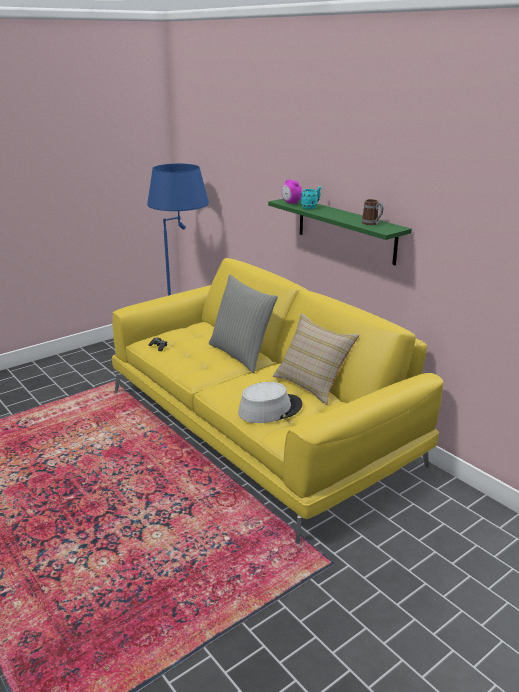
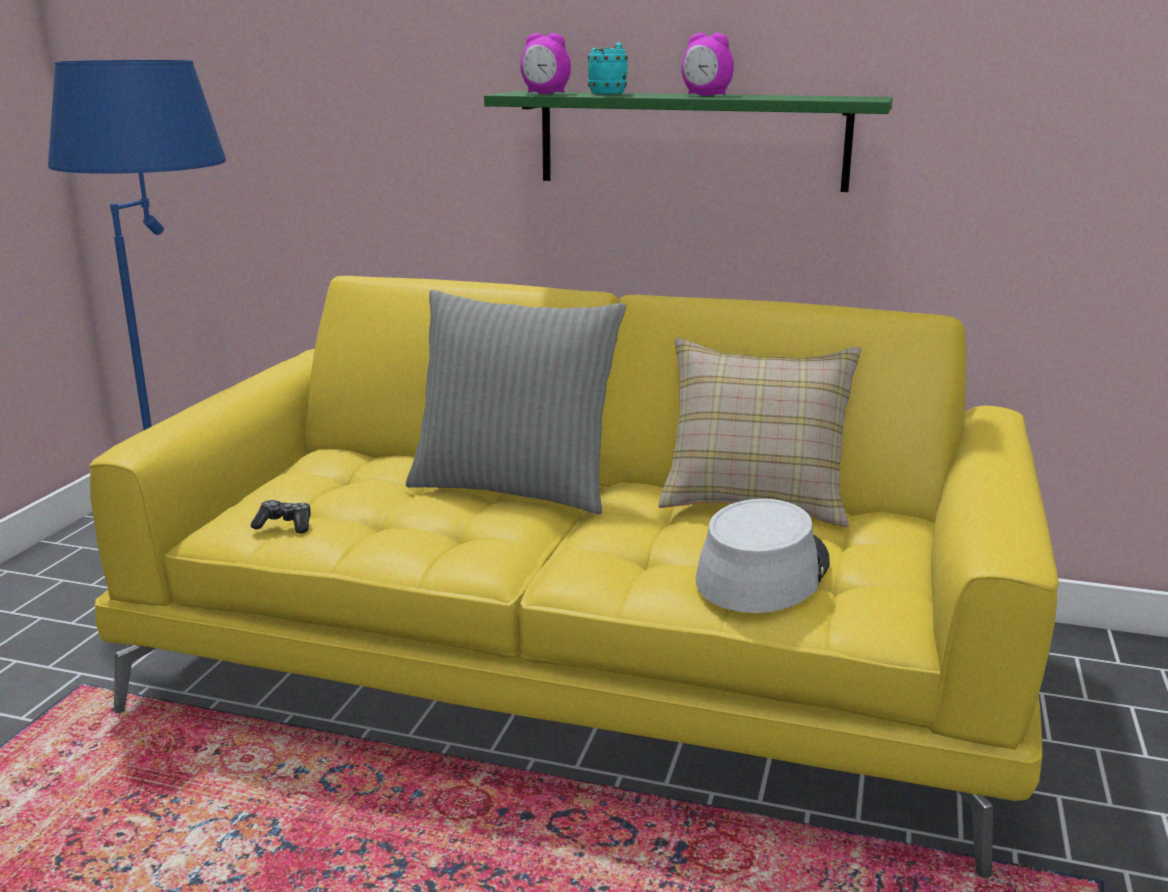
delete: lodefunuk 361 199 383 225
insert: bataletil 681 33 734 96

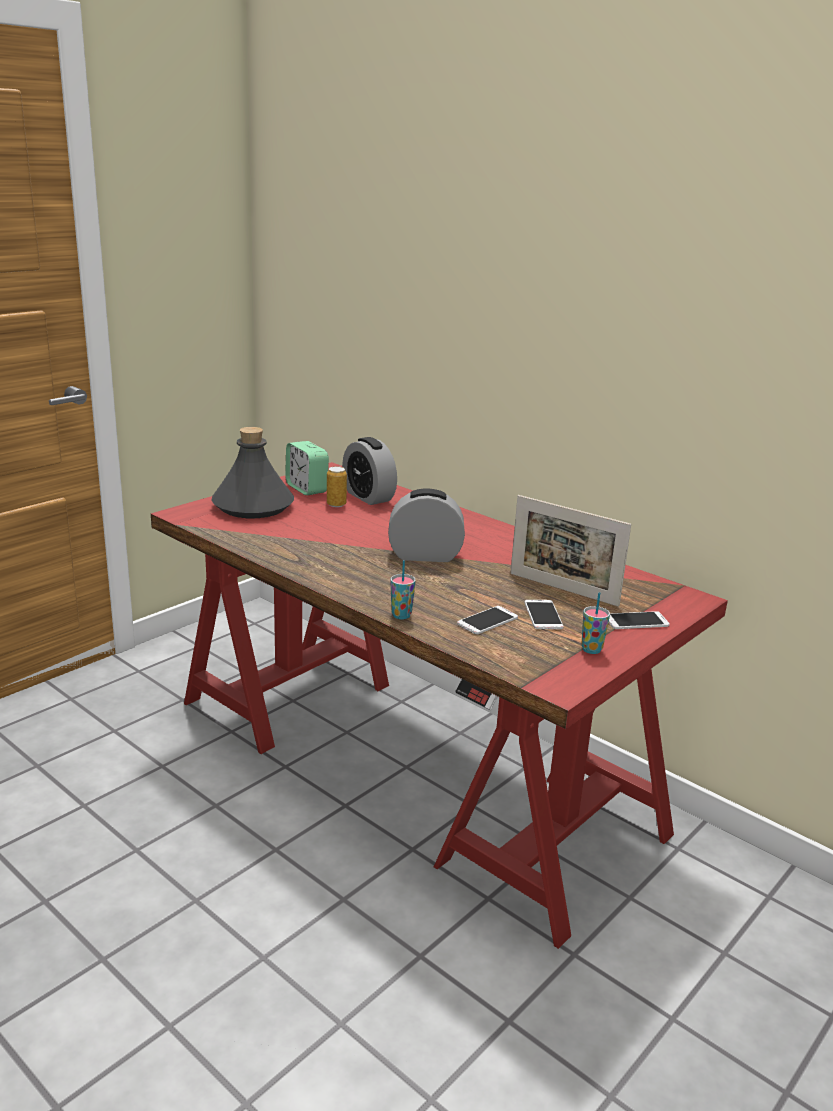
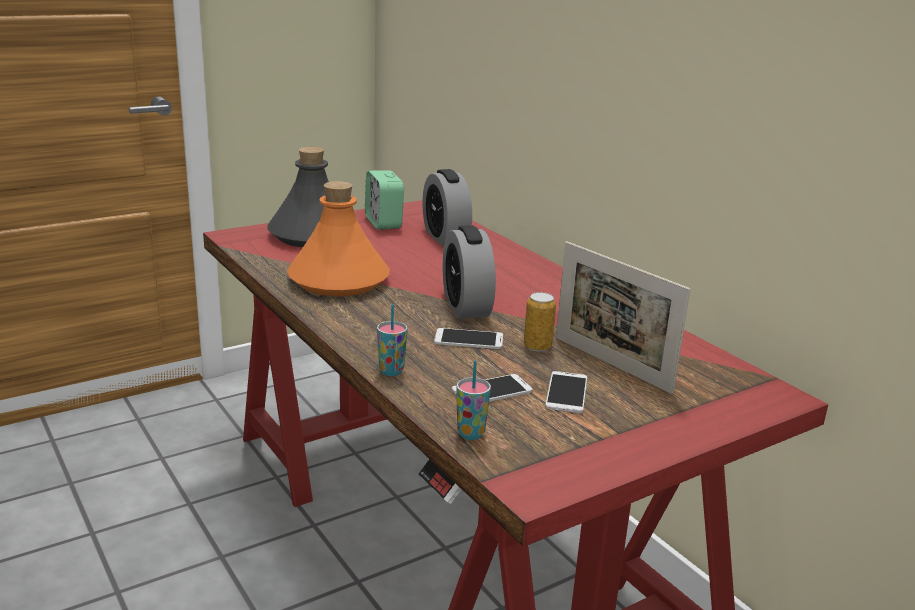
insert: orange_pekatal 287 181 390 296
move: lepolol 327 466 347 507 to 524 292 556 352; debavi 581 592 610 654 to 456 360 491 440; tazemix 608 611 670 629 to 434 328 503 349
rotate: bataletil 388 488 465 562 = 443 225 496 319 120 degrees counterclockwise

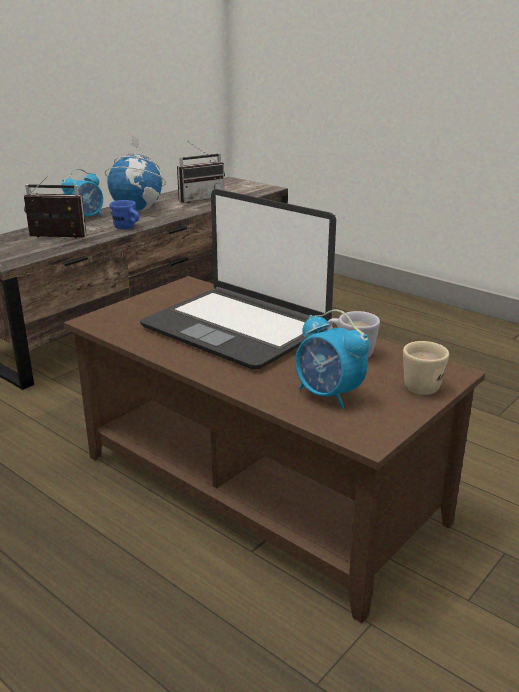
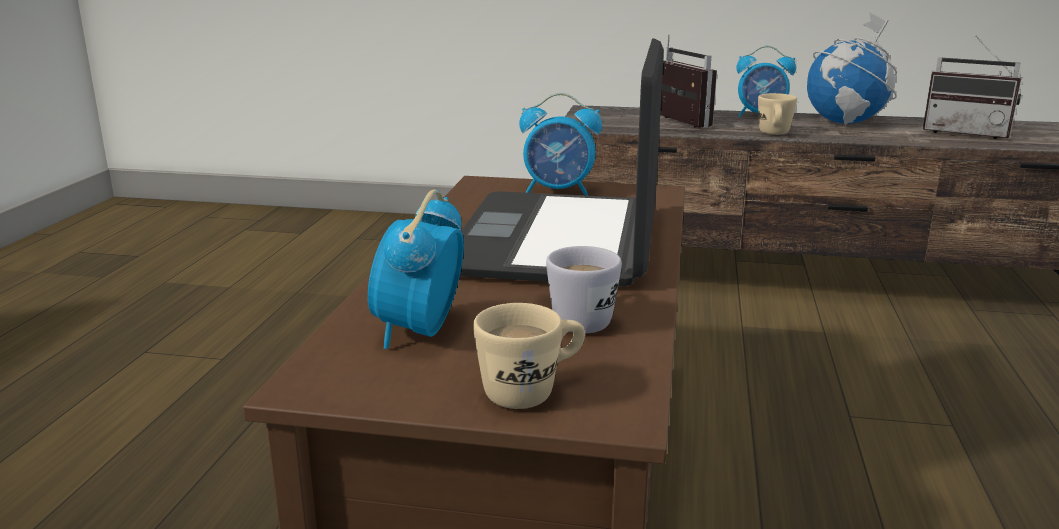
insert: bataletil 519 93 602 196
recolor: blue_lodefunuk 110 200 139 229 to beige_lodefunuk 758 93 797 135

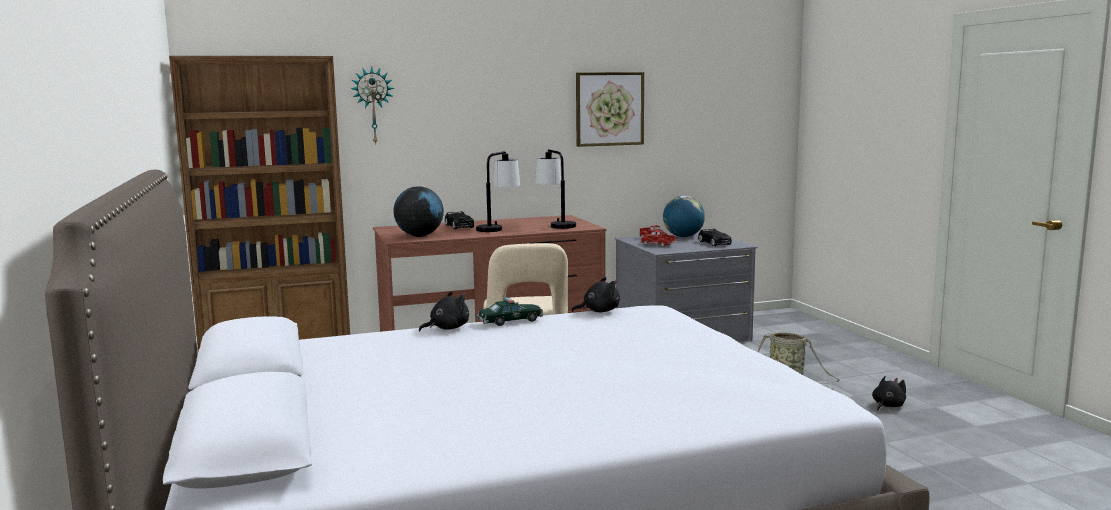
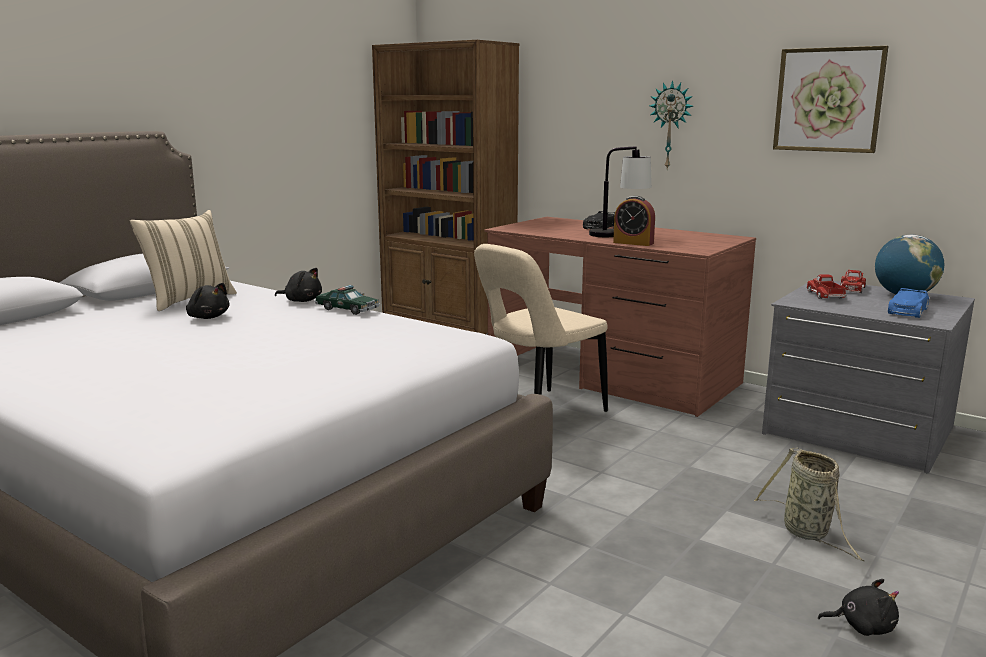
delete: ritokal 393 187 444 237; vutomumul 535 149 576 229
insert: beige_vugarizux 130 210 237 311; bataletil 613 196 655 246
move: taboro 351 66 394 145 to 649 80 693 169; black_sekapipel 571 277 620 313 to 186 283 229 319
recolor: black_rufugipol 698 229 732 246 to blue_rufugipol 888 288 929 318

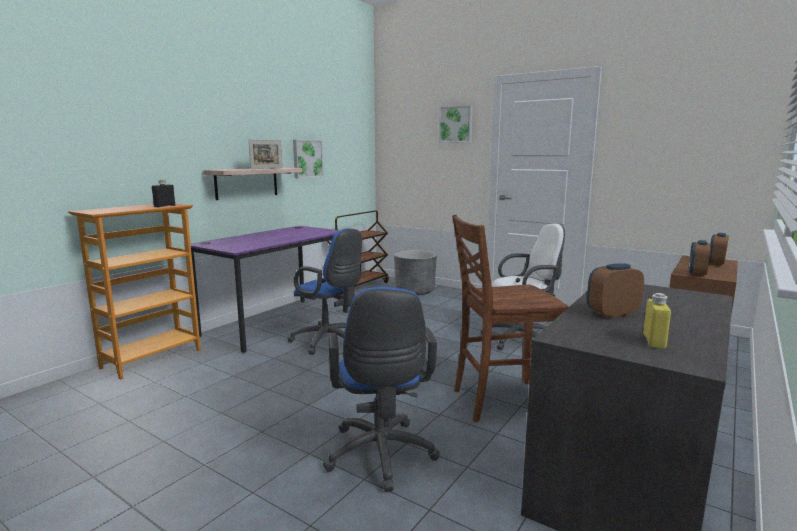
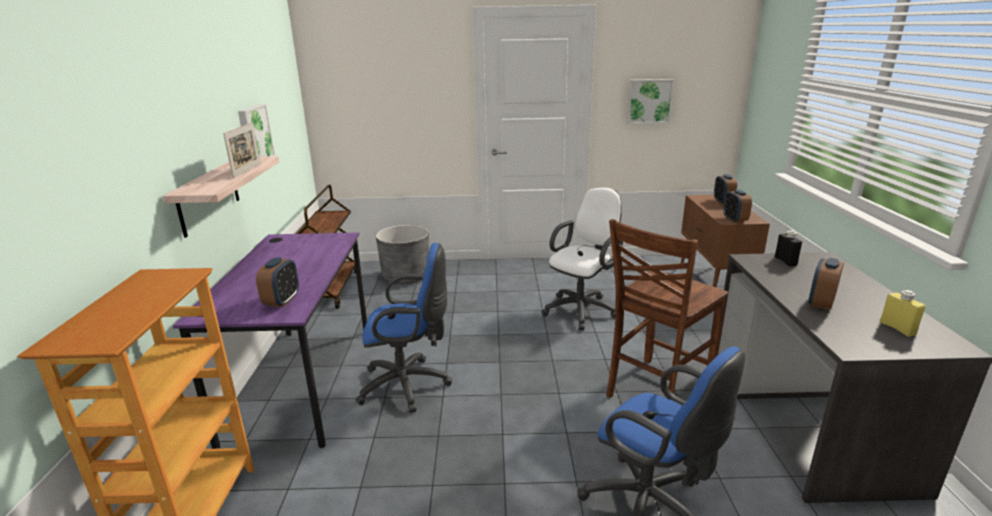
insert: bataletil 256 257 299 307
move: black_pekatal 152 179 175 207 to 775 230 802 266; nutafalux 439 105 473 143 to 627 79 674 124

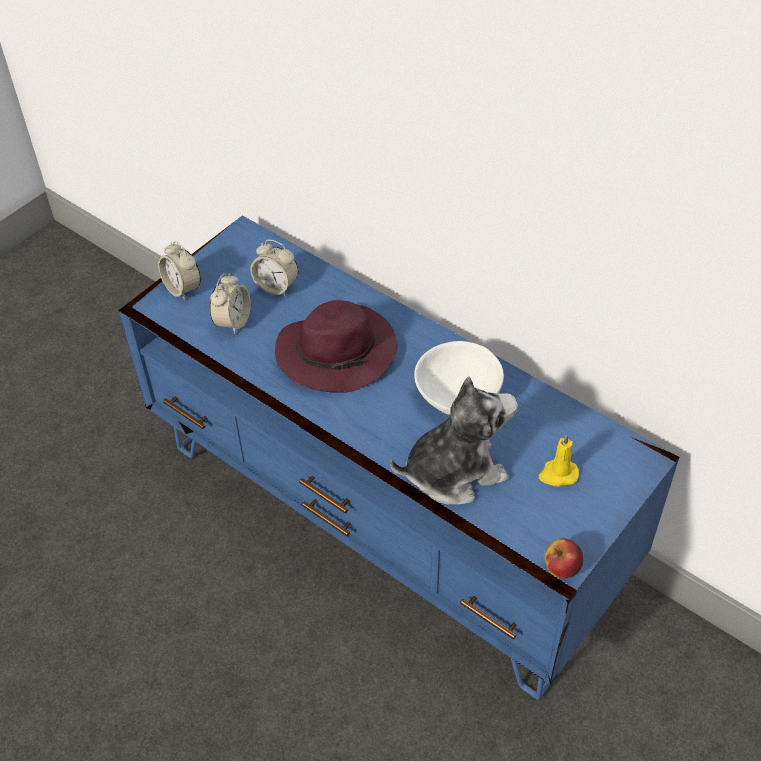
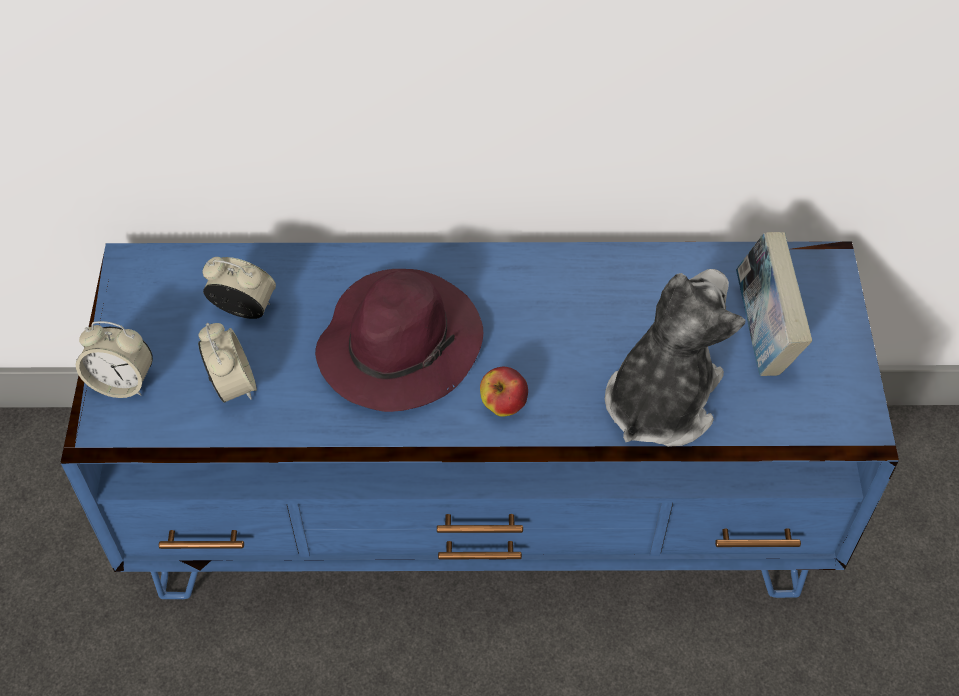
delete: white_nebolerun 414 341 504 415
move: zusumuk 545 538 583 579 to 480 367 528 417
replace: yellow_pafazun 539 434 579 487 to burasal 736 232 812 376
rotate: bataletil 250 240 299 297 = 203 257 276 319 150 degrees counterclockwise

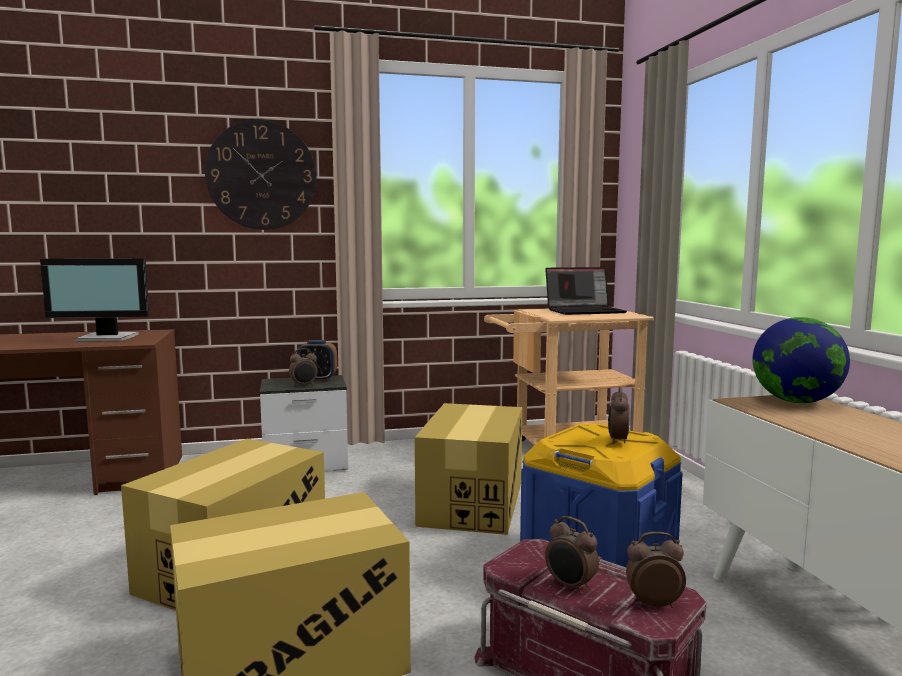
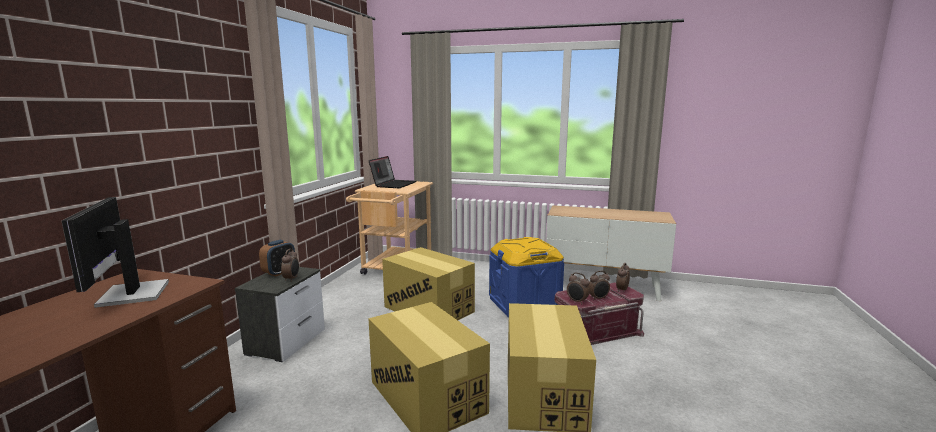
delete: taboro 205 119 317 230; ritokal 753 317 850 403
move: bataletil 608 386 630 444 to 567 273 590 304
rotate: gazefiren 40 258 149 342 = 61 197 169 308 135 degrees clockwise

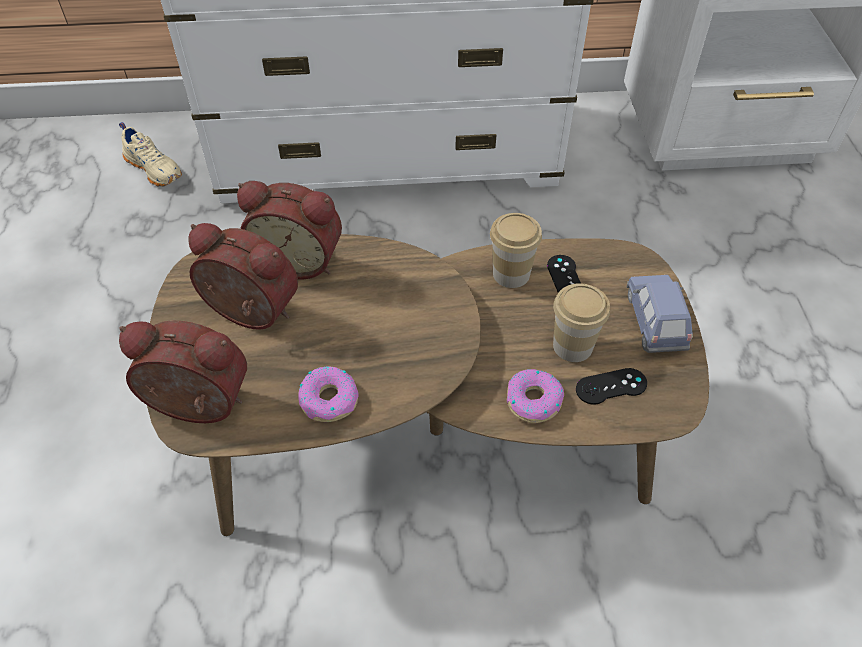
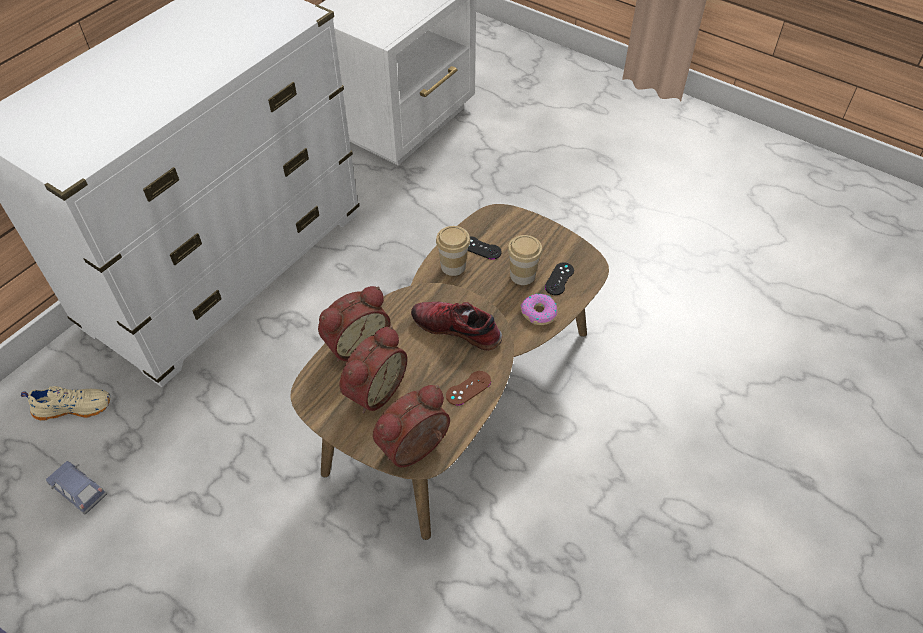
insert: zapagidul 411 302 502 351
move: blue_rufugipol 627 275 693 353 to 46 461 107 515
replace: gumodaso 298 366 359 422 to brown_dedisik 446 371 491 405
rotate: bataletil 189 223 298 330 = 340 326 407 414 150 degrees clockwise

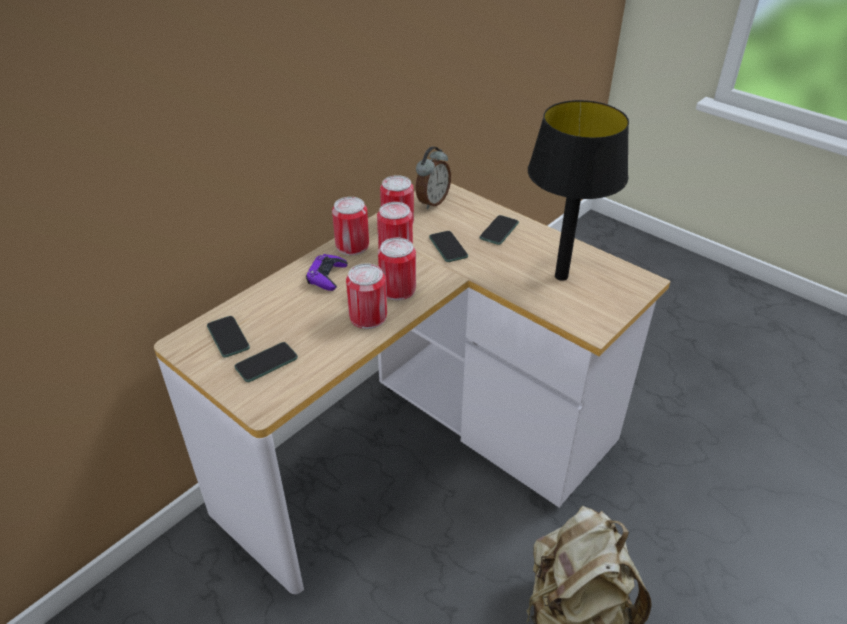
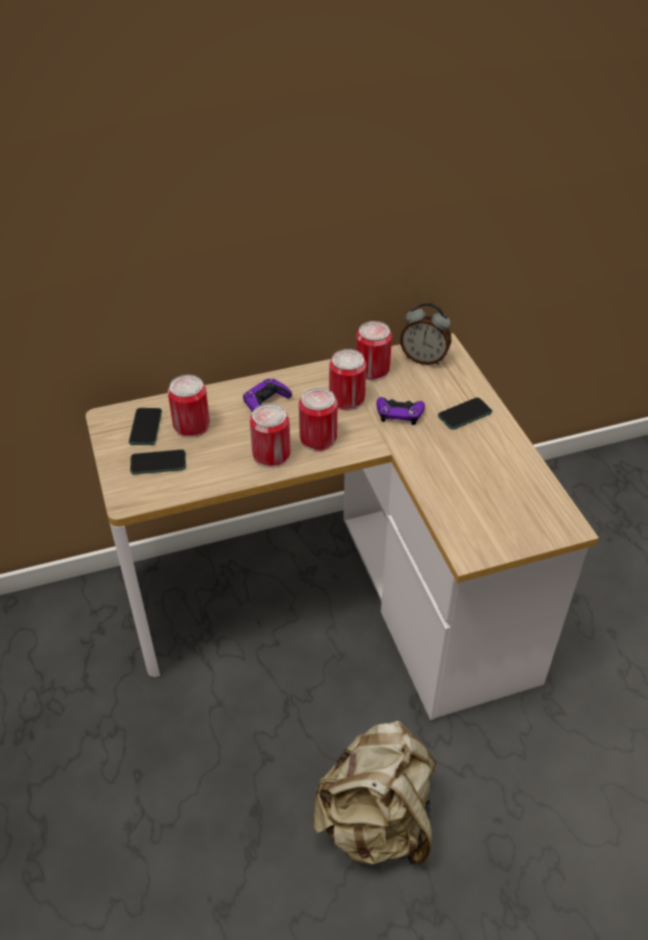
delete: black_vutomumul 528 100 629 281
move: lepolol 332 197 369 255 to 168 375 210 438
replace: tazemix 429 231 468 262 to purple_dedisik 376 397 425 425
rotate: bataletil 416 146 451 209 = 400 303 451 365 45 degrees clockwise

